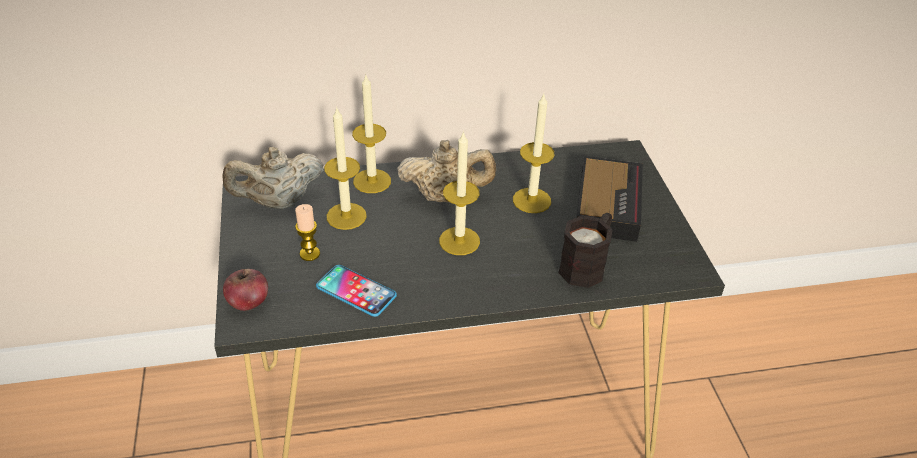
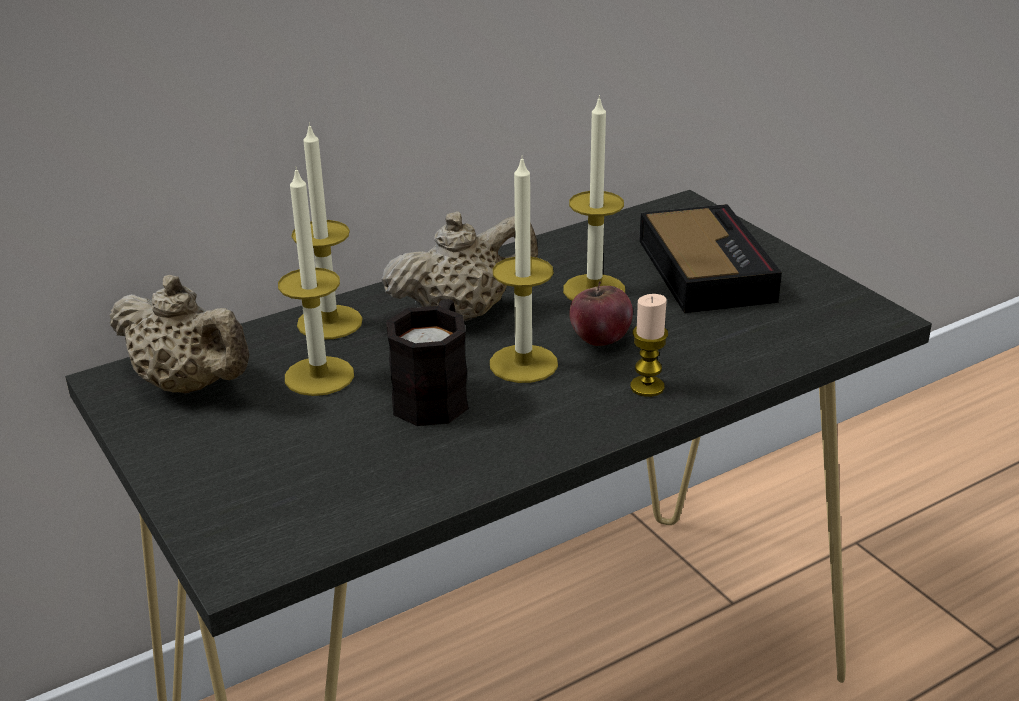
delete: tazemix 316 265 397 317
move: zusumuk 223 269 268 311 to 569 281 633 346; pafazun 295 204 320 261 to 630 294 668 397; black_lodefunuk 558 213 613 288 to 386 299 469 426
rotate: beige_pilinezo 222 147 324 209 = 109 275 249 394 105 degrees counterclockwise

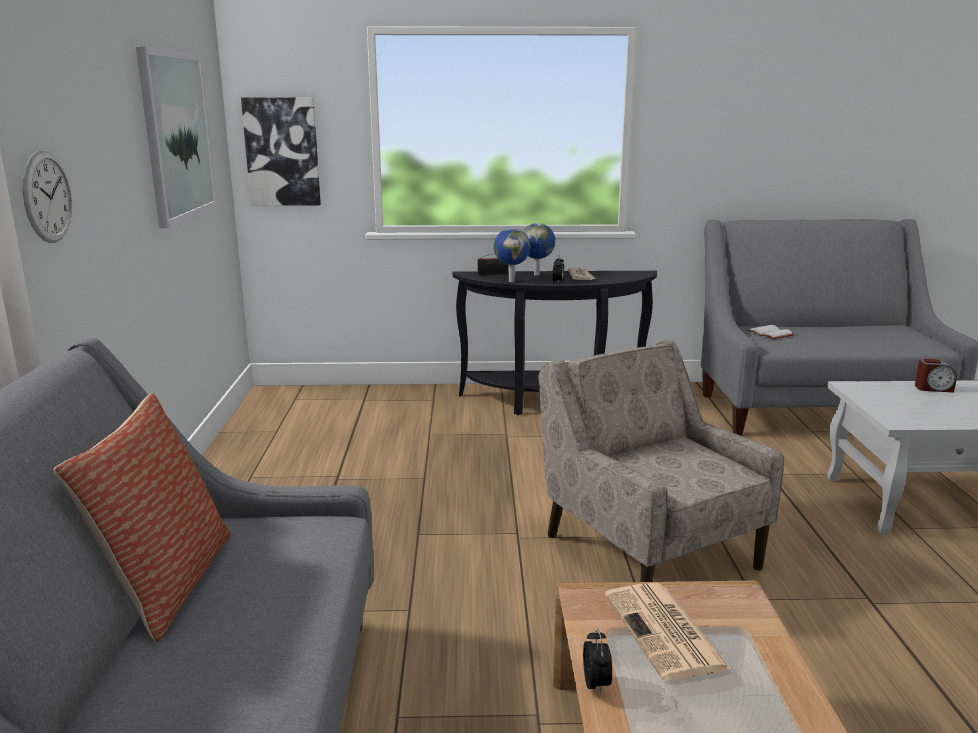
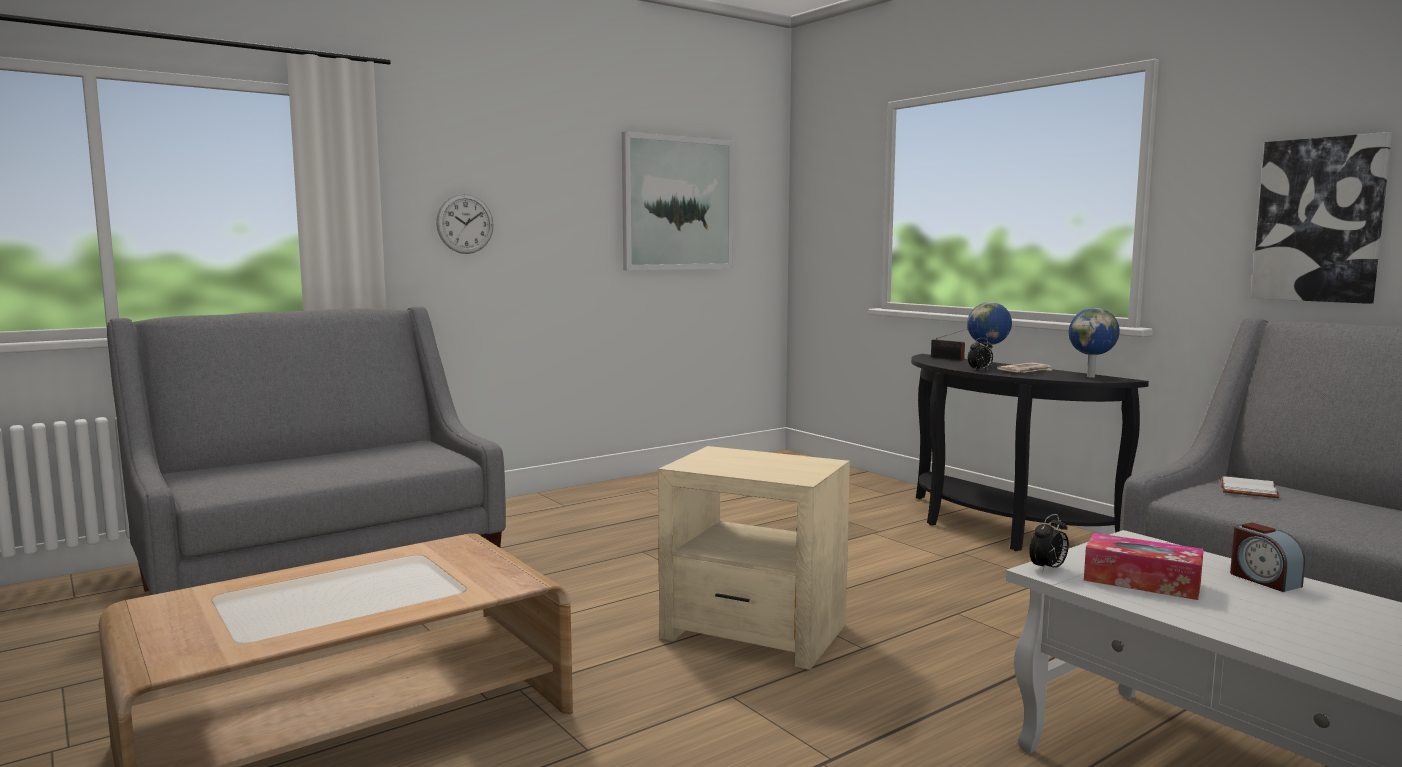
delete: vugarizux 53 393 231 642; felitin 605 583 732 681
insert: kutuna 1084 533 1204 600
move: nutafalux 241 98 321 206 to 1251 132 1392 304; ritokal 494 228 531 282 to 1069 308 1120 377; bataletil 583 628 612 696 to 1029 514 1069 573
replace: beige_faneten 538 339 784 582 to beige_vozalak 658 446 850 670

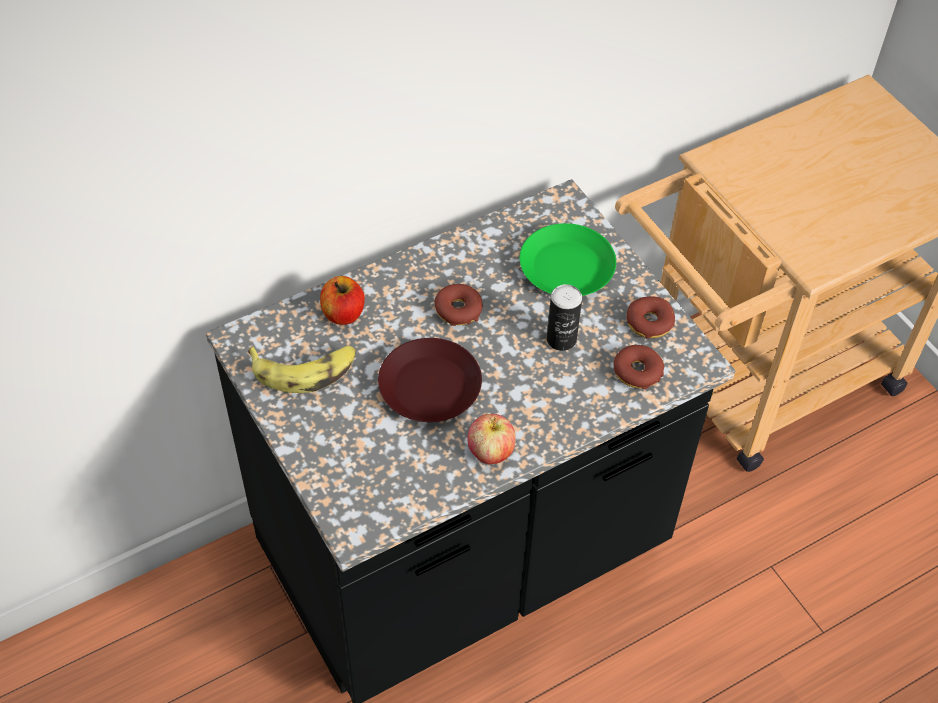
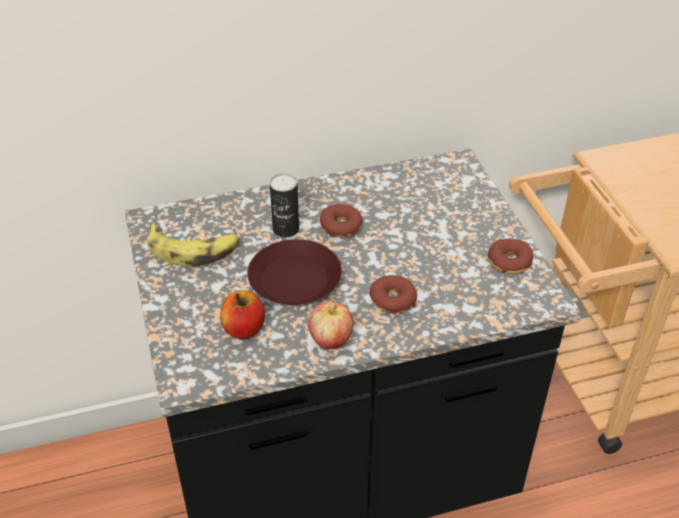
delete: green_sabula 520 223 616 296
move: zusumuk 320 276 365 325 to 220 290 265 339; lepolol 547 284 582 351 to 270 173 299 237; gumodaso 614 345 664 389 to 369 275 417 314

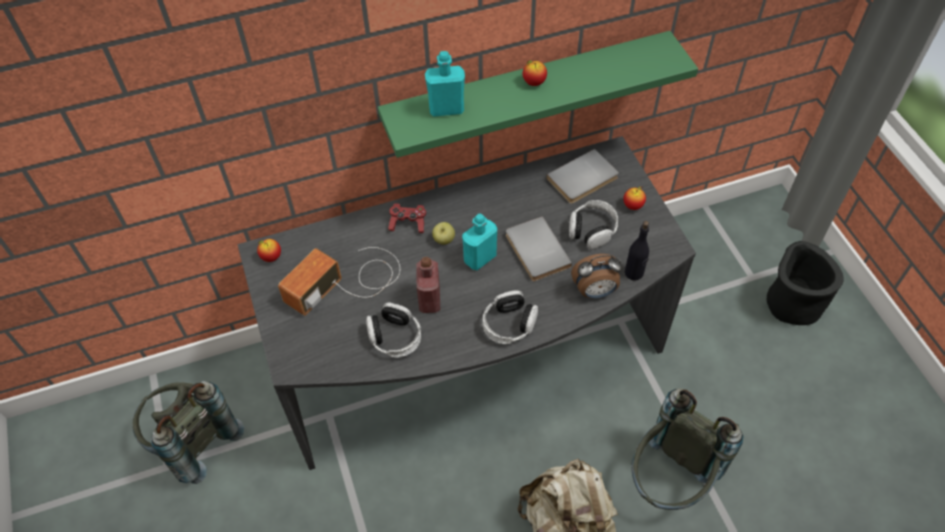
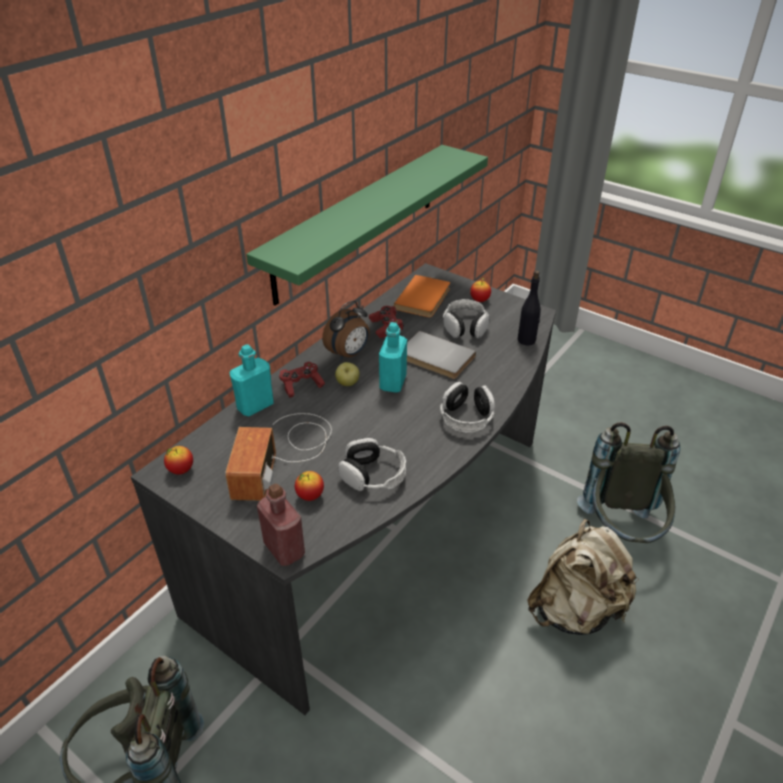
delete: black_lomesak 767 241 844 325
insert: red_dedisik 369 306 404 338
move: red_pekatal 416 257 440 313 to 257 484 305 566; turquoise_pekatal 425 51 465 117 to 230 344 274 417; zusumuk 523 60 547 86 to 295 471 324 501; bataletil 571 254 623 298 to 322 301 370 360
recolor: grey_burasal 546 149 619 204 to orange_burasal 394 275 450 317

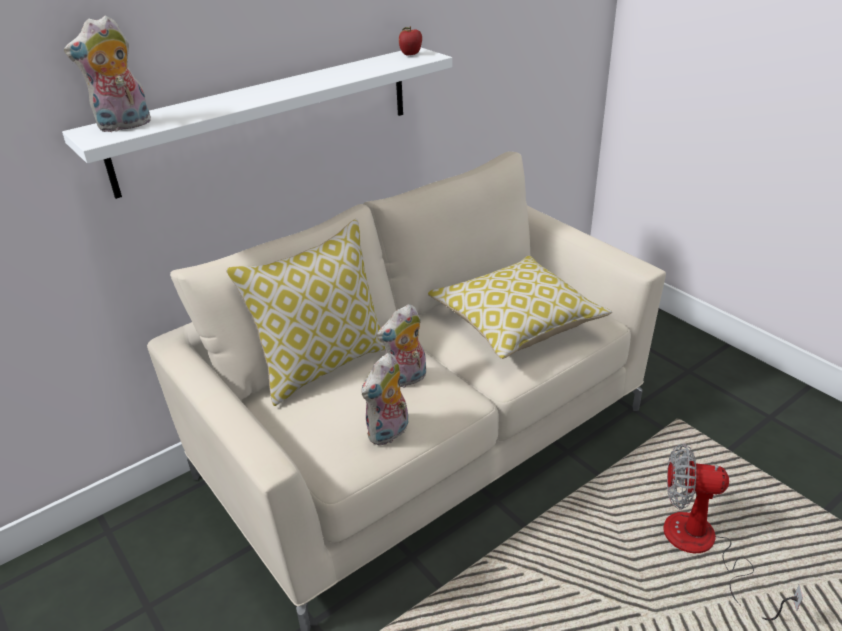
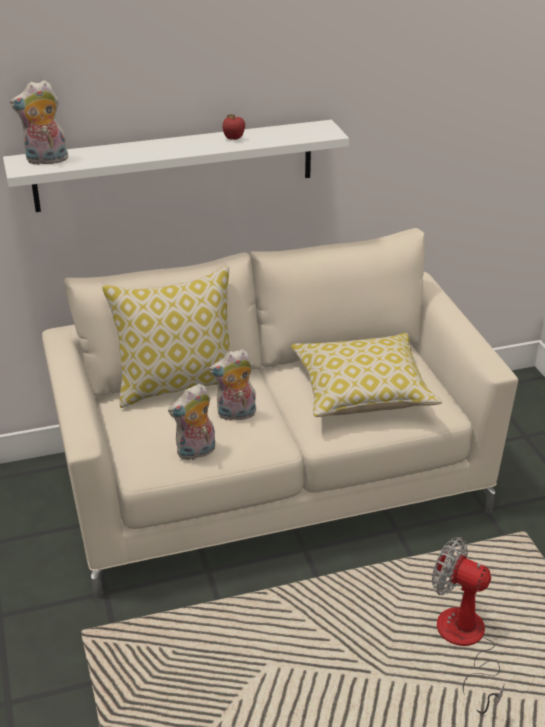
move: zusumuk 399 26 422 56 to 223 114 245 140

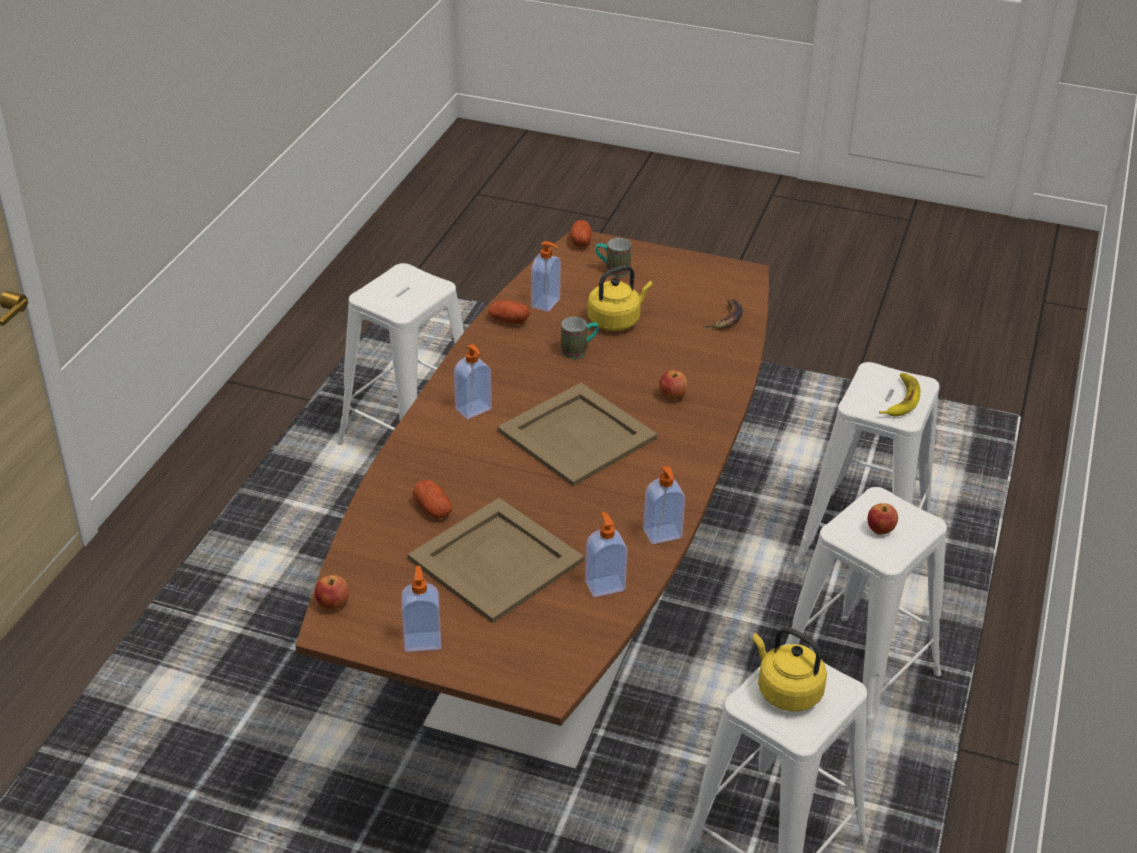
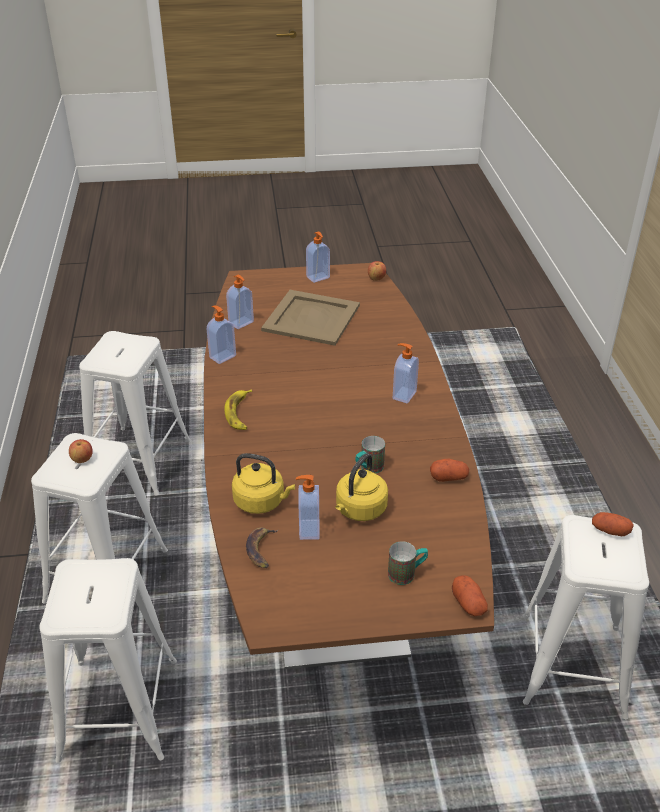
delete: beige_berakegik 497 383 657 486; zusumuk 659 370 688 400
move: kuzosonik 413 480 452 518 to 592 512 634 536; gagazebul 531 241 561 312 to 296 475 319 540; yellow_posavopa 753 627 827 712 to 232 453 295 514; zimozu 879 373 920 416 to 224 389 252 430

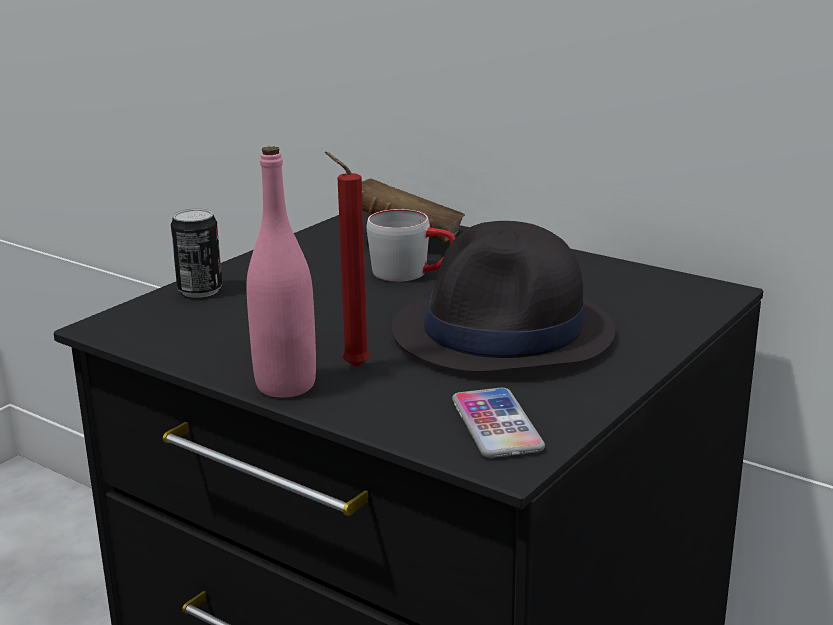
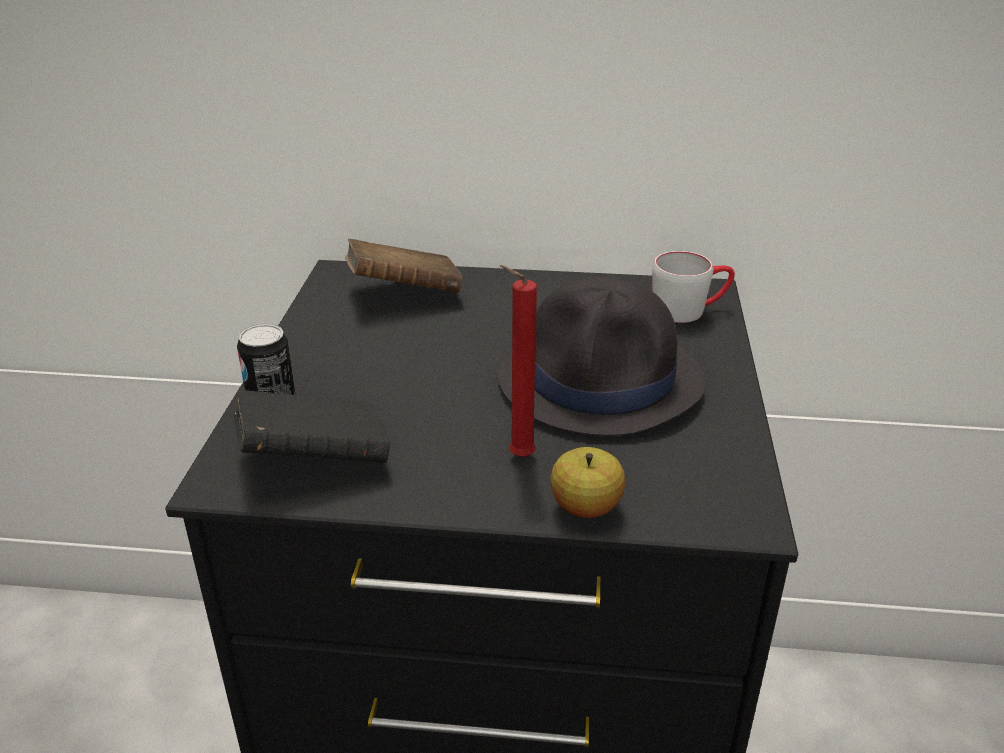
delete: pink_pekatal 246 146 316 398; tazemix 452 388 545 458
insert: black_burasal 234 390 390 463; zusumuk 551 447 625 518
move: grey_lodefunuk 366 209 455 282 to 652 251 735 323

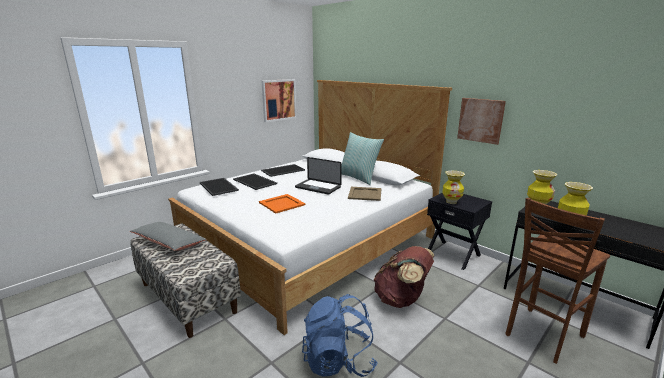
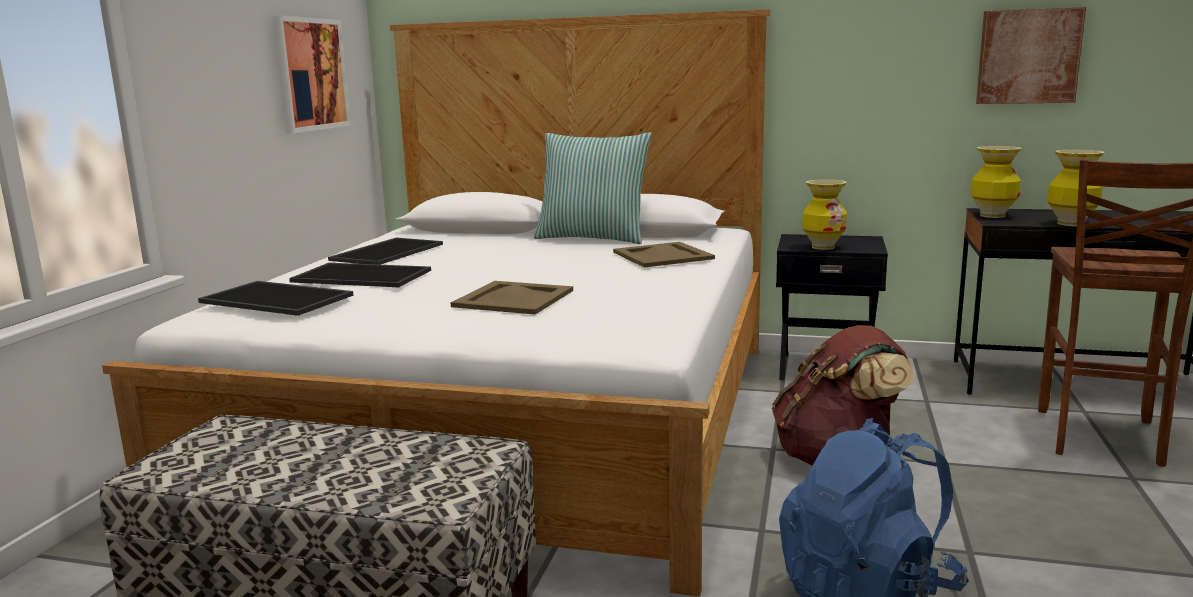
delete: grey_vugarizux 130 222 207 251; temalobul 295 157 342 195
move: nutafalux 457 98 506 145 to 976 7 1086 104
recolor: orange_berakegik 259 194 305 214 to beige_berakegik 451 281 573 315

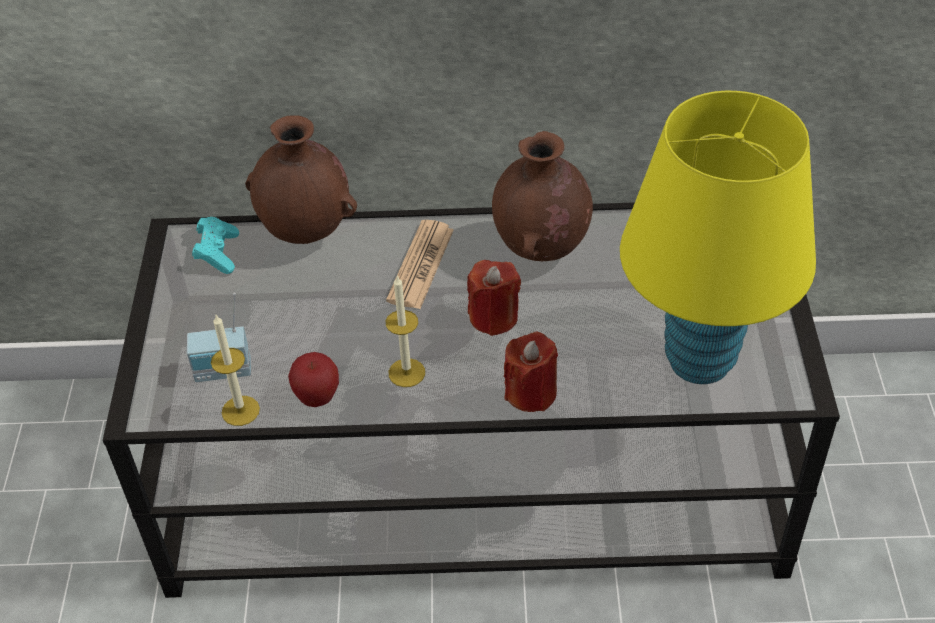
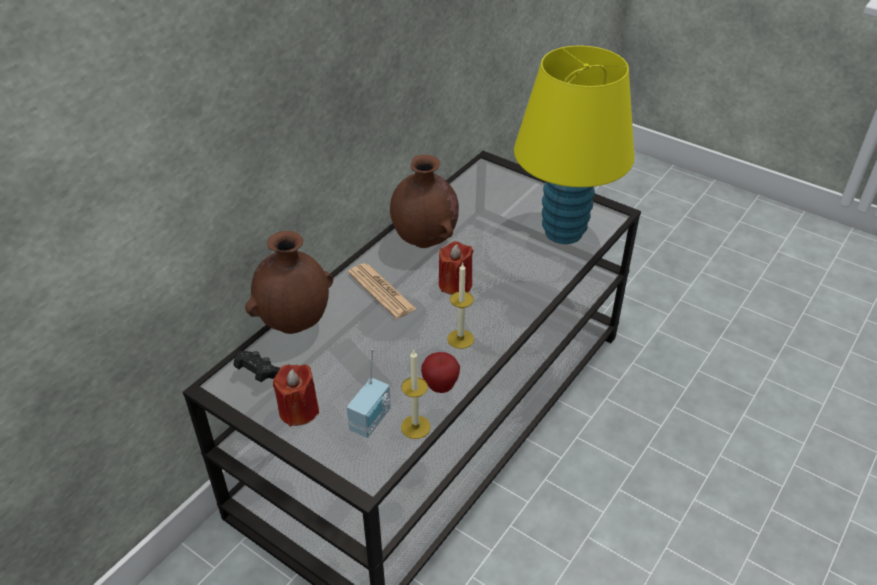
move: red_pafazun 504 331 558 412 to 273 364 319 426
recolor: turquoise_dedisik 192 217 239 274 to black_dedisik 234 351 280 382

